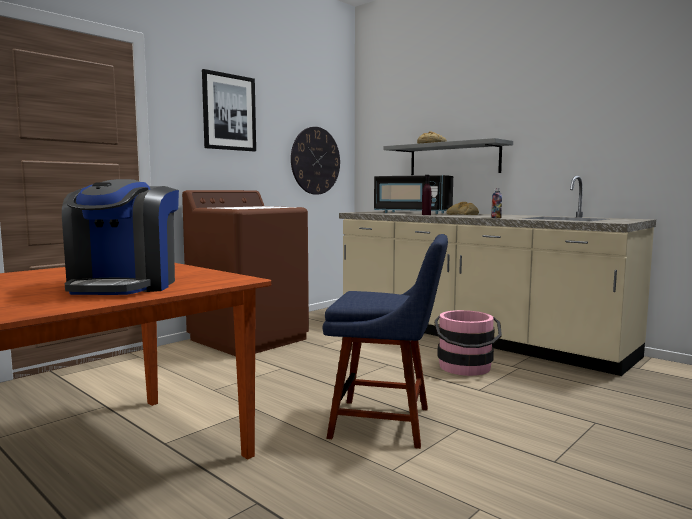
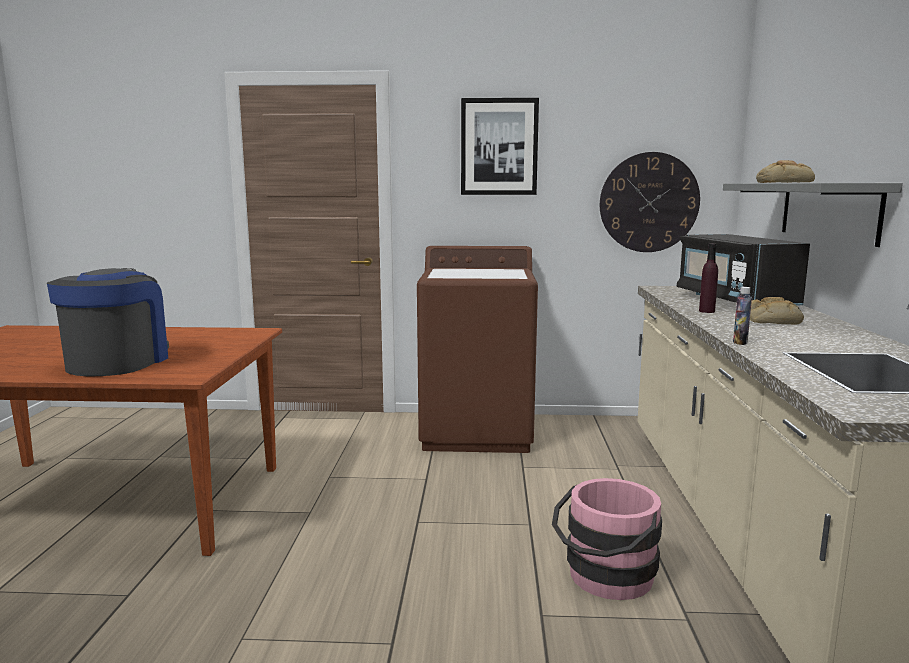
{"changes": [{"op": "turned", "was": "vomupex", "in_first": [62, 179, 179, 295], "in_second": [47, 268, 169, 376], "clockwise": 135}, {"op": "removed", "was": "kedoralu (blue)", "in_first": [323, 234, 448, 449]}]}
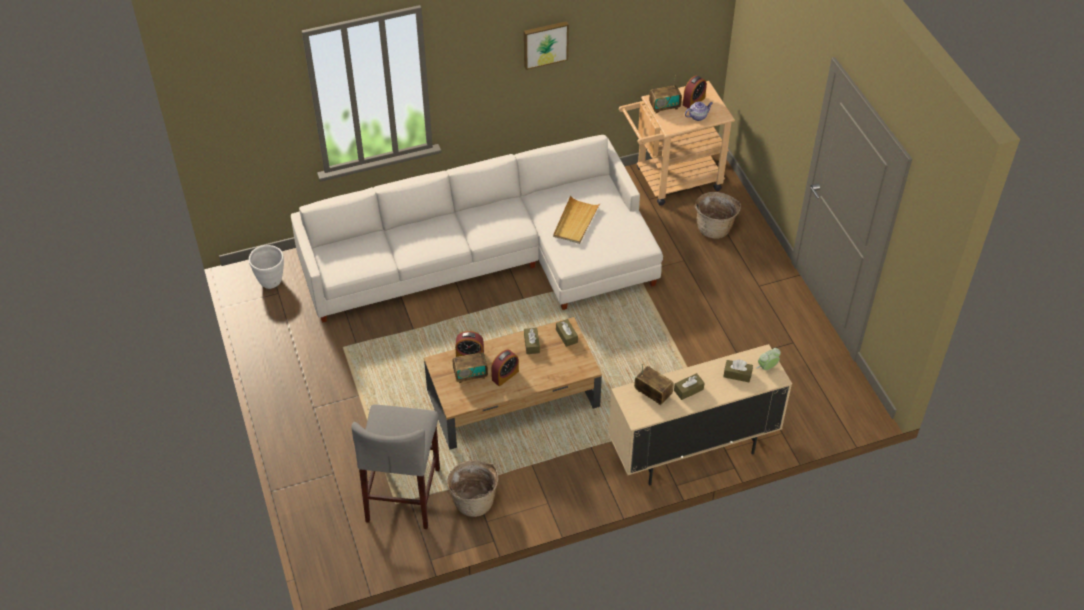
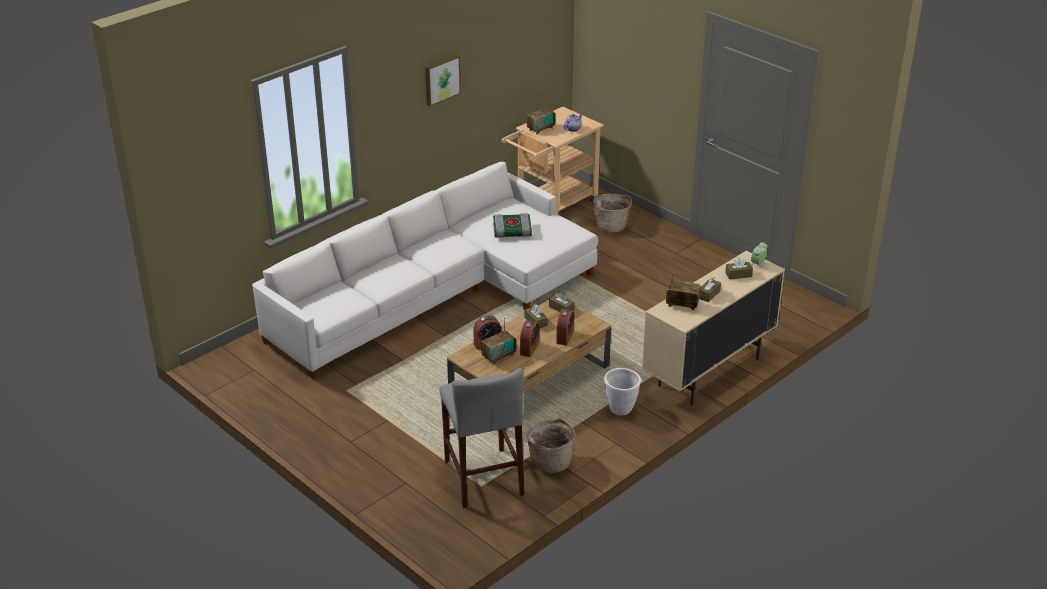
{"changes": [{"op": "moved", "was": "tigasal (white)", "in_first": [249, 245, 284, 289], "in_second": [604, 368, 641, 415]}, {"op": "replaced", "was": "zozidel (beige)", "now": "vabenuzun", "in_first": [553, 196, 600, 244], "in_second": [493, 213, 532, 238]}, {"op": "moved", "was": "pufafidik", "in_first": [683, 76, 707, 108], "in_second": [556, 308, 574, 346]}]}
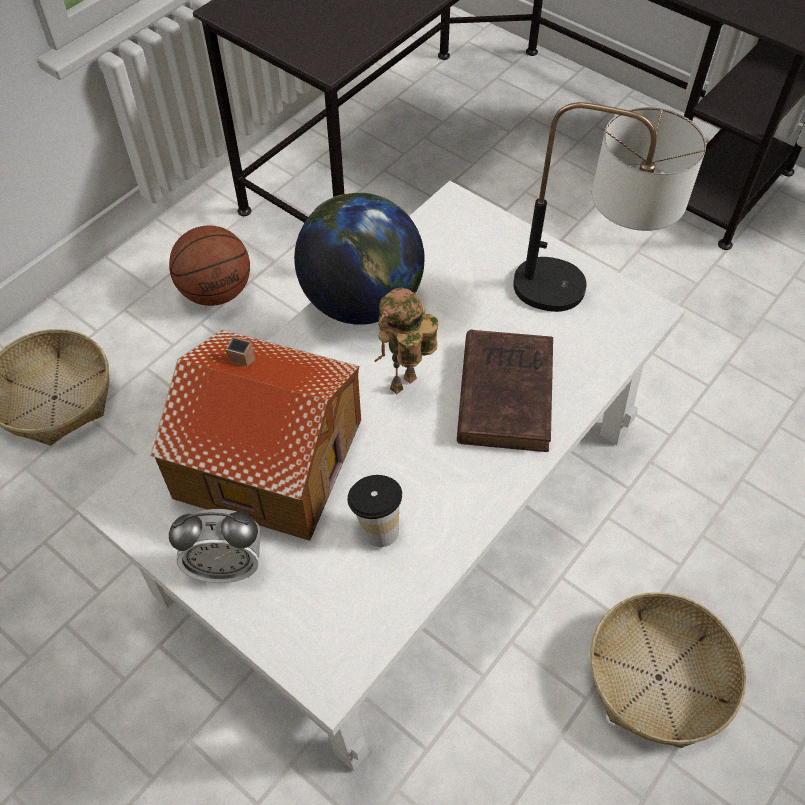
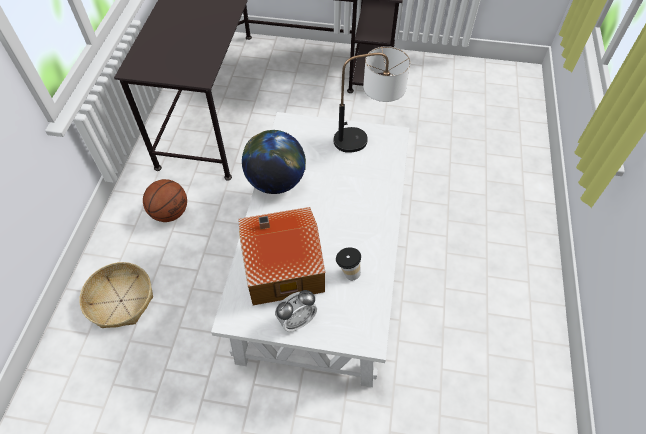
{"changes": [{"op": "removed", "was": "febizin", "in_first": [374, 288, 439, 394]}, {"op": "removed", "was": "vabenuzun (brown)", "in_first": [457, 330, 553, 452]}, {"op": "removed", "was": "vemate", "in_first": [590, 592, 746, 748]}]}
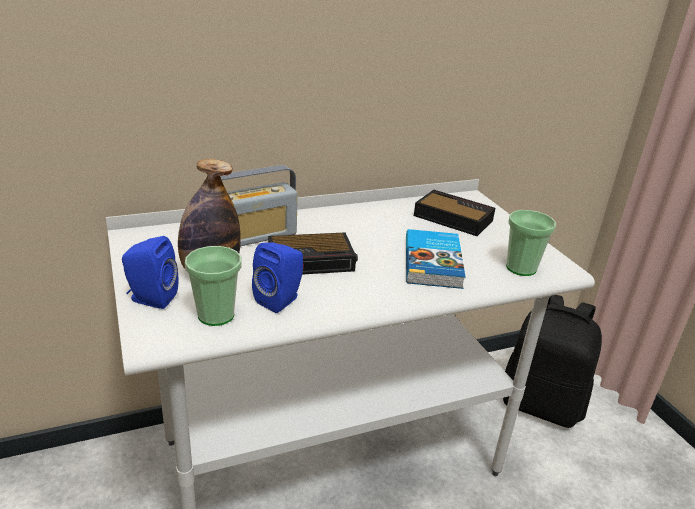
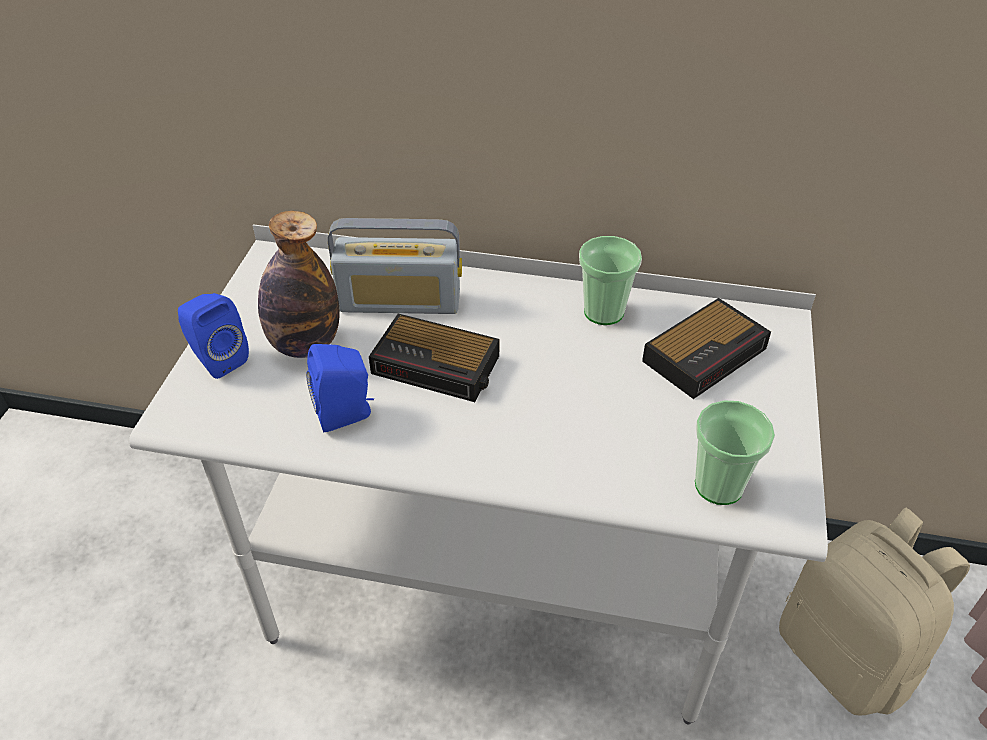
{"changes": [{"op": "moved", "was": "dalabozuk", "in_first": [185, 246, 241, 326], "in_second": [579, 236, 642, 325]}, {"op": "removed", "was": "vabenuzun", "in_first": [406, 229, 465, 289]}, {"op": "turned", "was": "pufafidik", "in_first": [414, 190, 495, 236], "in_second": [642, 298, 771, 399], "clockwise": 75}, {"op": "recoloured", "was": "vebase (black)", "now": "vebase (beige)", "in_first": [503, 295, 602, 428], "in_second": [779, 508, 970, 716]}]}
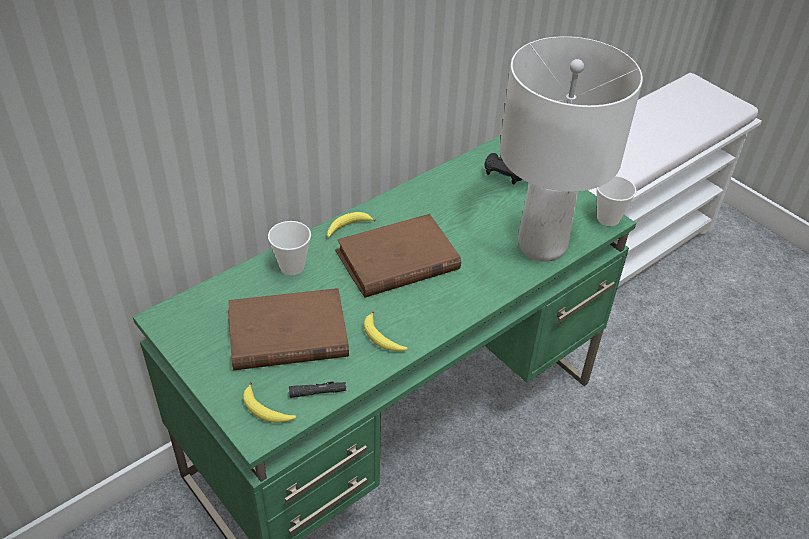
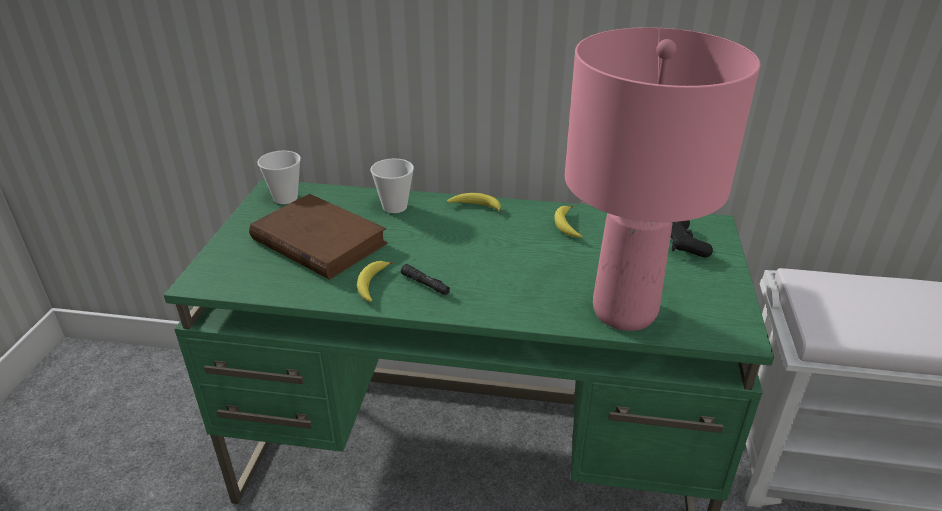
{"changes": [{"op": "moved", "was": "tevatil", "in_first": [243, 382, 296, 422], "in_second": [554, 205, 582, 238]}, {"op": "moved", "was": "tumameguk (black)", "in_first": [289, 381, 346, 398], "in_second": [401, 264, 450, 295]}, {"op": "removed", "was": "vabenuzun (brown)", "in_first": [335, 214, 461, 298]}, {"op": "recoloured", "was": "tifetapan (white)", "now": "tifetapan (pink)", "in_first": [500, 36, 643, 262], "in_second": [565, 27, 760, 331]}, {"op": "moved", "was": "dalabozuk", "in_first": [597, 176, 636, 226], "in_second": [257, 151, 301, 204]}]}
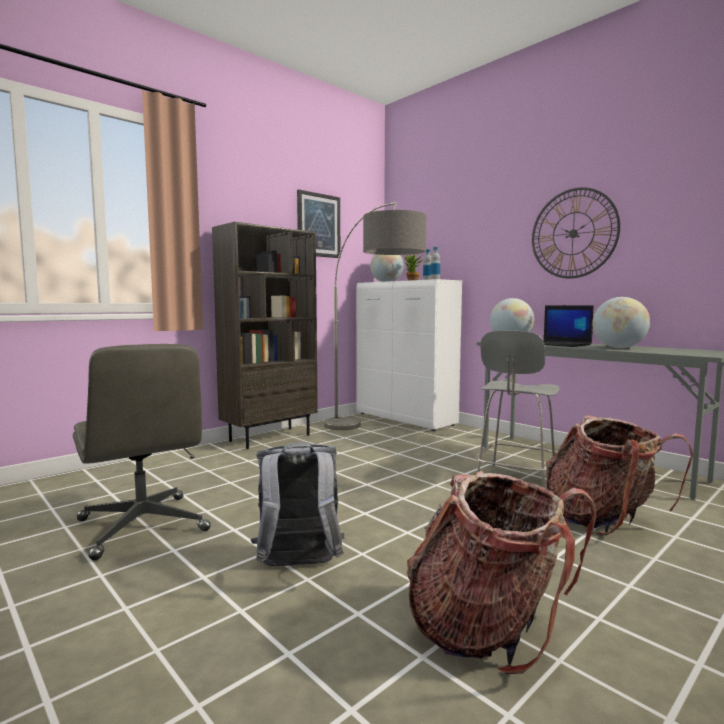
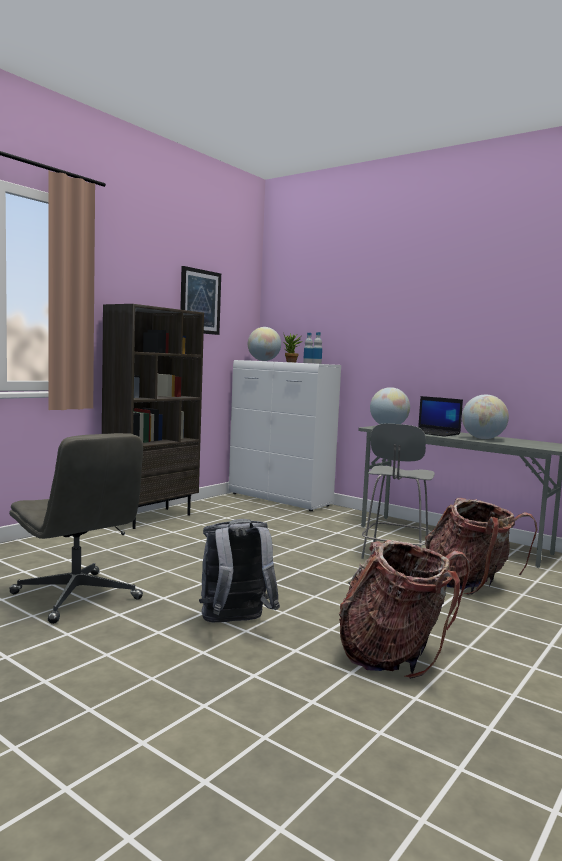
{"changes": [{"op": "removed", "was": "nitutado", "in_first": [324, 202, 426, 430]}, {"op": "removed", "was": "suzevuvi", "in_first": [532, 187, 620, 278]}]}
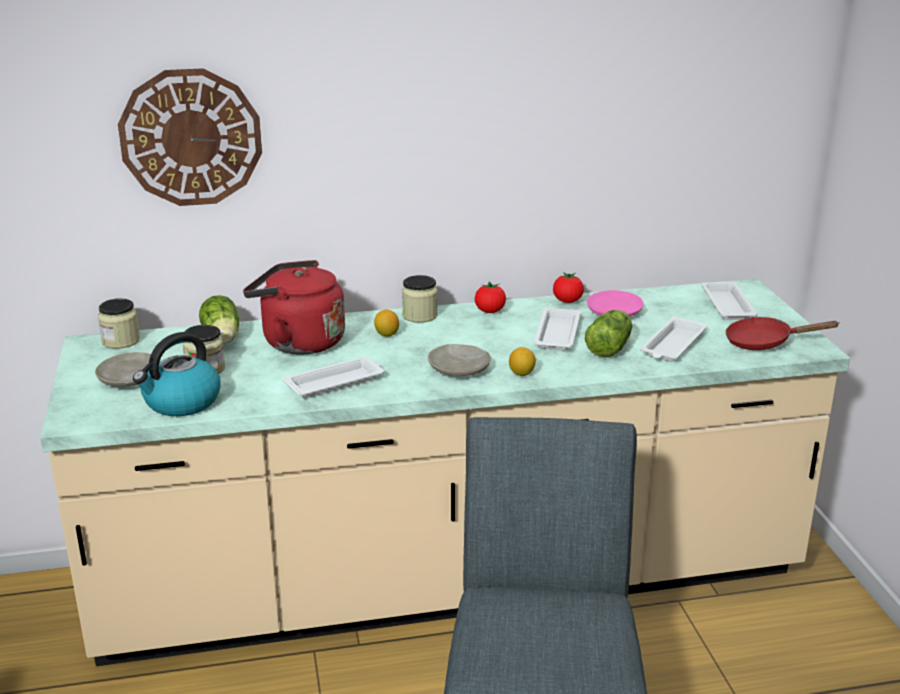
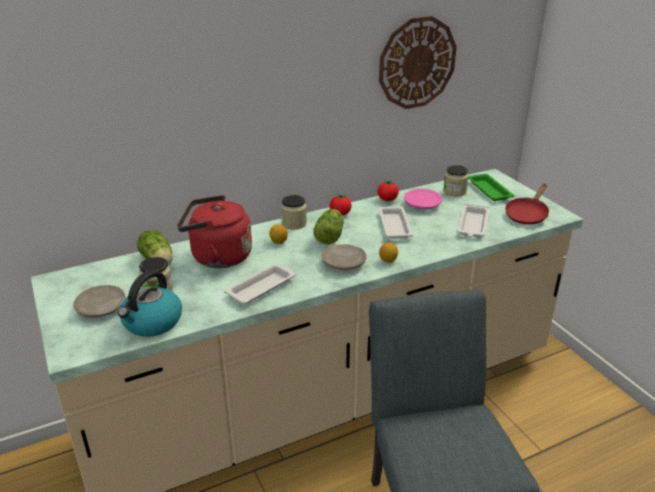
{"changes": [{"op": "moved", "was": "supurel", "in_first": [98, 298, 140, 349], "in_second": [443, 165, 469, 196]}, {"op": "moved", "was": "suzevuvi", "in_first": [118, 68, 262, 206], "in_second": [379, 16, 457, 109]}, {"op": "moved", "was": "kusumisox", "in_first": [585, 310, 632, 357], "in_second": [313, 209, 344, 244]}, {"op": "recoloured", "was": "zozidel (white)", "now": "zozidel (green)", "in_first": [701, 282, 758, 320], "in_second": [468, 174, 514, 201]}, {"op": "turned", "was": "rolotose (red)", "in_first": [725, 317, 840, 350], "in_second": [505, 184, 549, 225], "clockwise": -45}]}
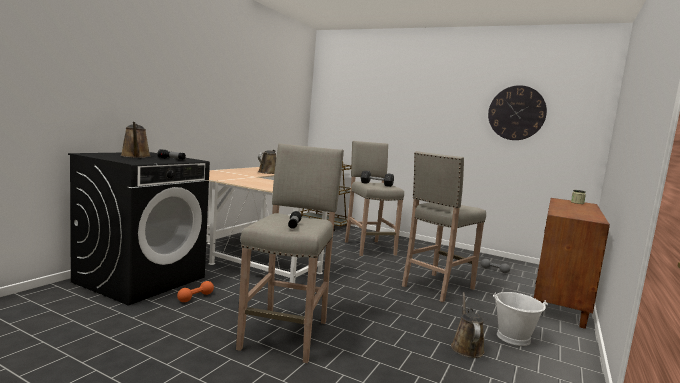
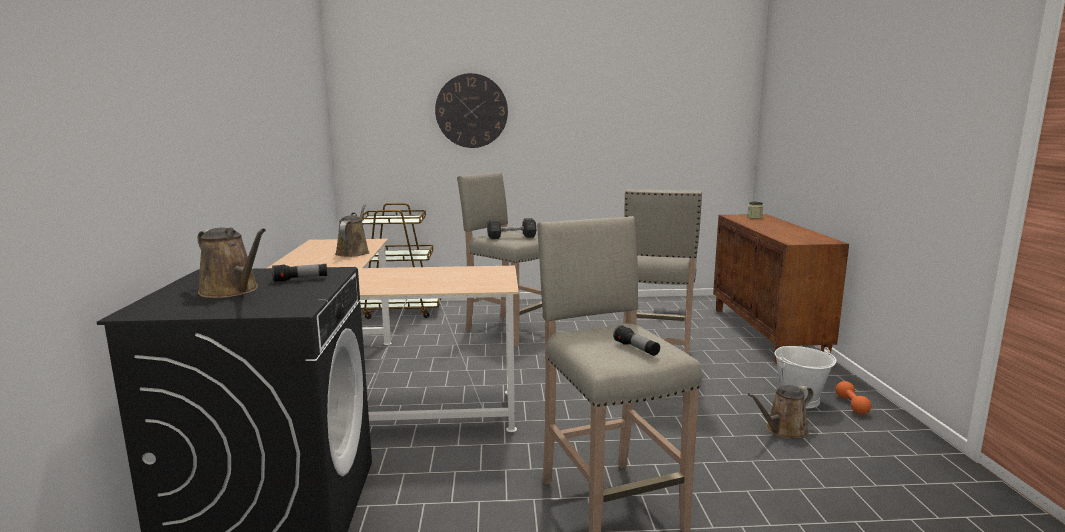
{"changes": [{"op": "moved", "was": "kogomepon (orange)", "in_first": [177, 281, 214, 302], "in_second": [836, 381, 871, 414]}, {"op": "turned", "was": "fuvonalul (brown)", "in_first": [451, 292, 485, 358], "in_second": [748, 385, 813, 438], "clockwise": -90}, {"op": "moved", "was": "suzevuvi", "in_first": [488, 85, 547, 140], "in_second": [435, 73, 508, 148]}]}
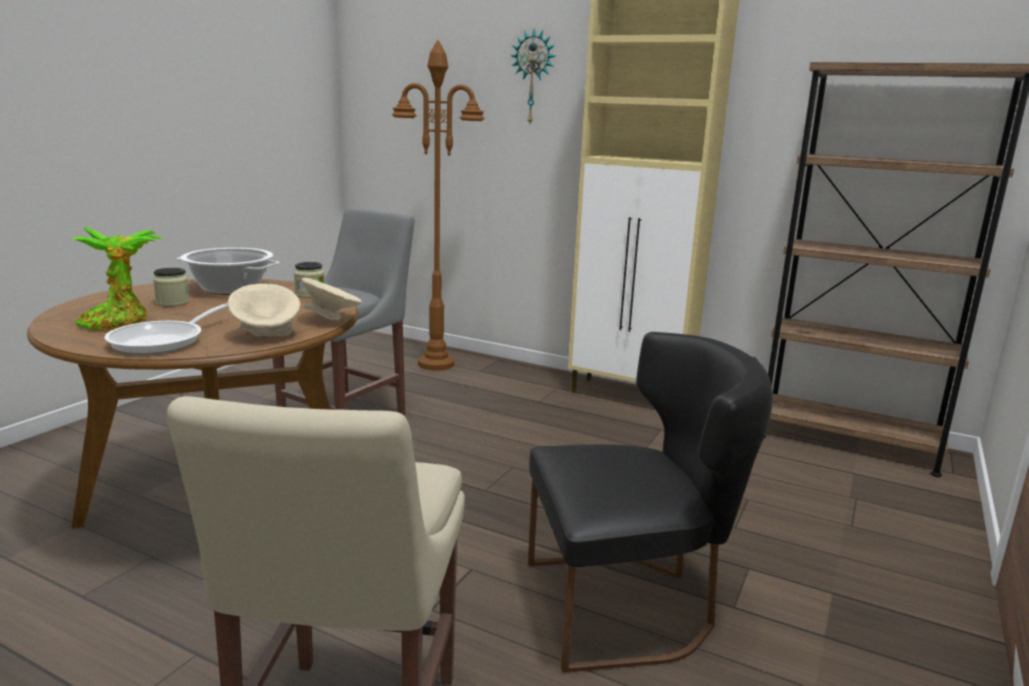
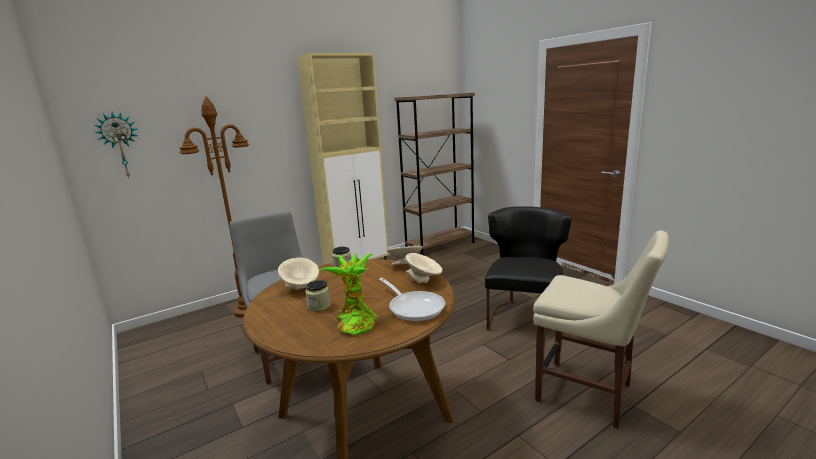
{"changes": [{"op": "replaced", "was": "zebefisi", "now": "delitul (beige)", "in_first": [176, 248, 280, 295], "in_second": [278, 258, 319, 290]}, {"op": "moved", "was": "suzevuvi", "in_first": [511, 28, 555, 123], "in_second": [94, 112, 137, 178]}]}
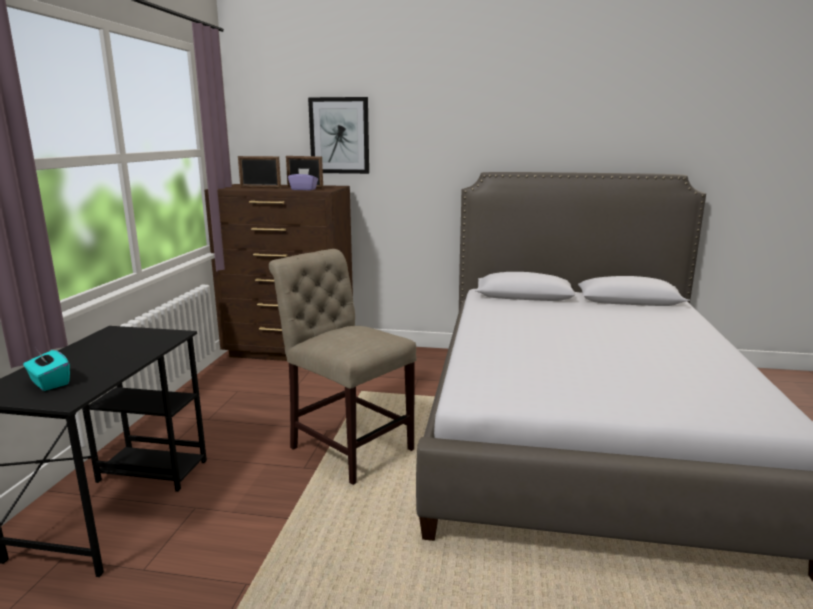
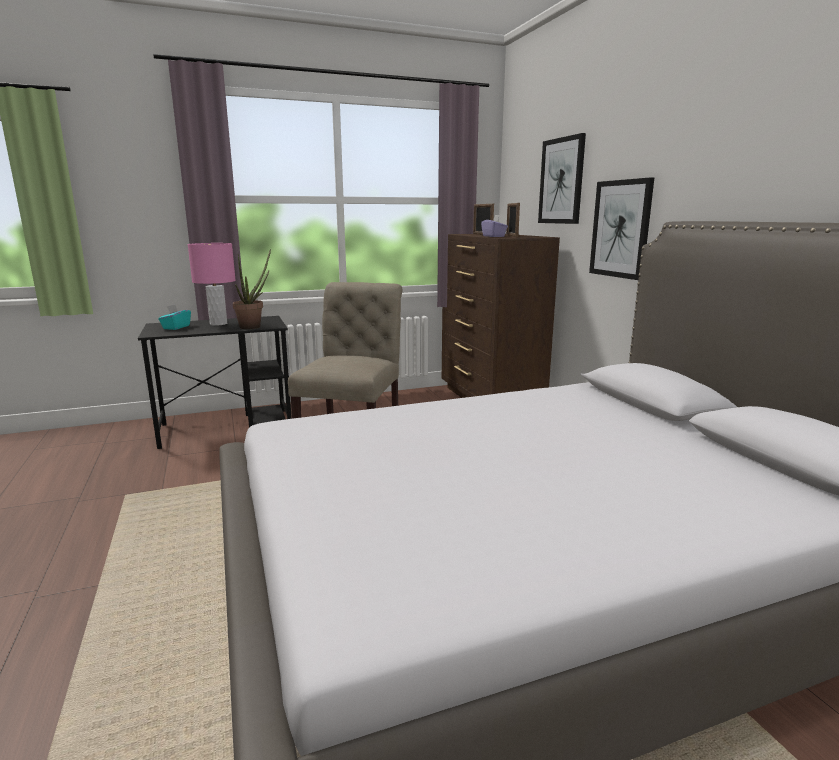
{"changes": [{"op": "added", "now": "tifetapan (pink)", "in_second": [188, 243, 236, 326]}, {"op": "added", "now": "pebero", "in_second": [233, 249, 271, 329]}, {"op": "added", "now": "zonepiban", "in_second": [589, 177, 654, 280]}]}
